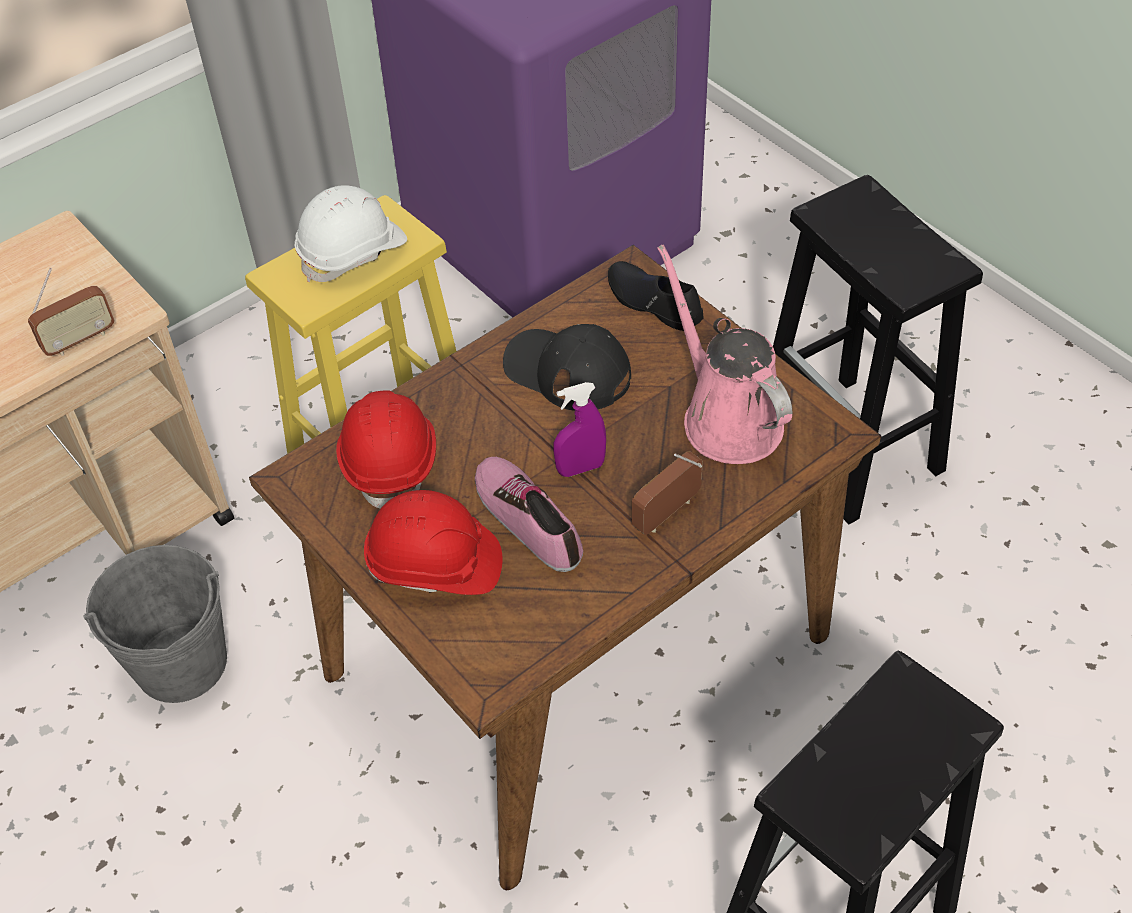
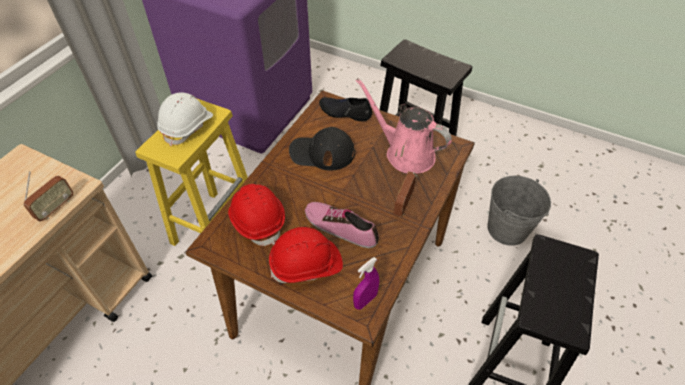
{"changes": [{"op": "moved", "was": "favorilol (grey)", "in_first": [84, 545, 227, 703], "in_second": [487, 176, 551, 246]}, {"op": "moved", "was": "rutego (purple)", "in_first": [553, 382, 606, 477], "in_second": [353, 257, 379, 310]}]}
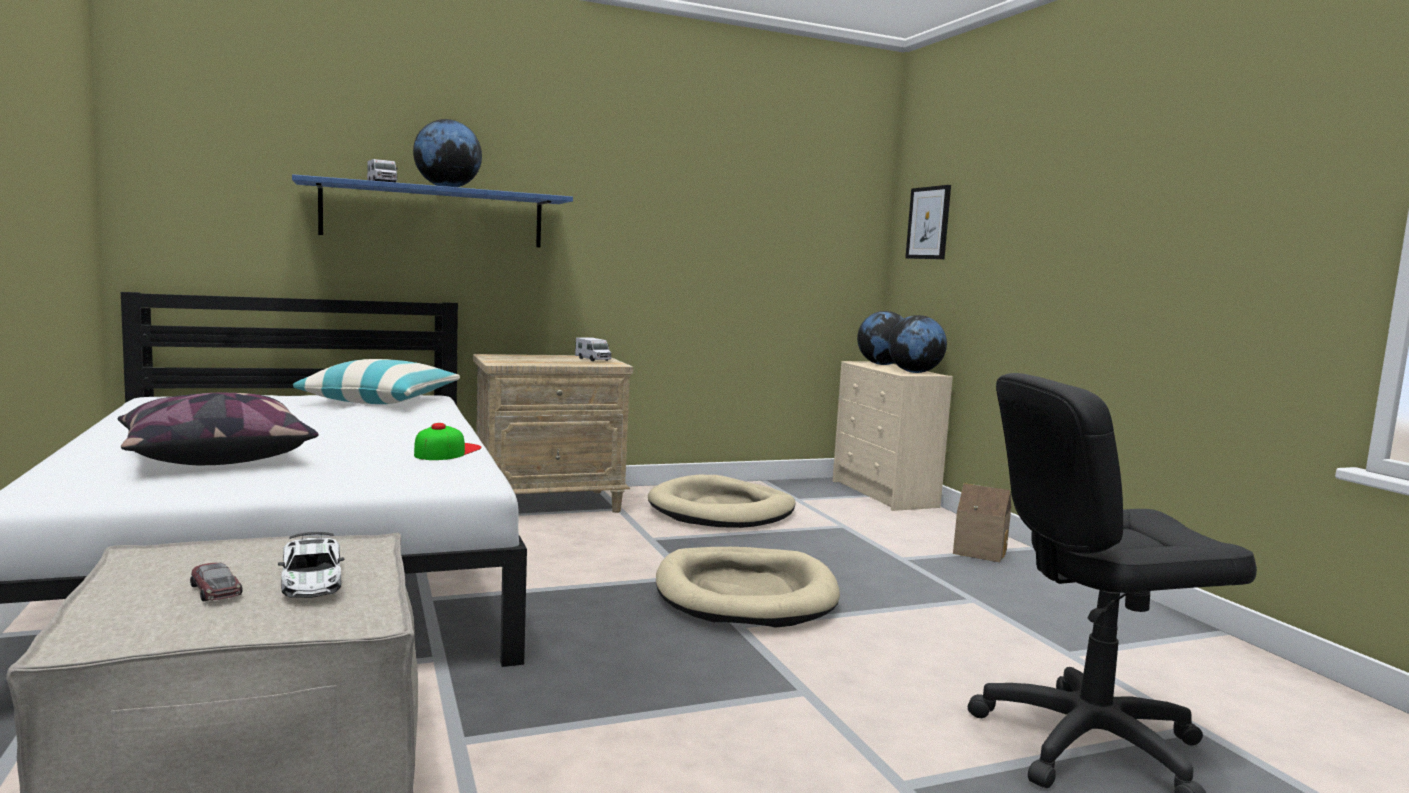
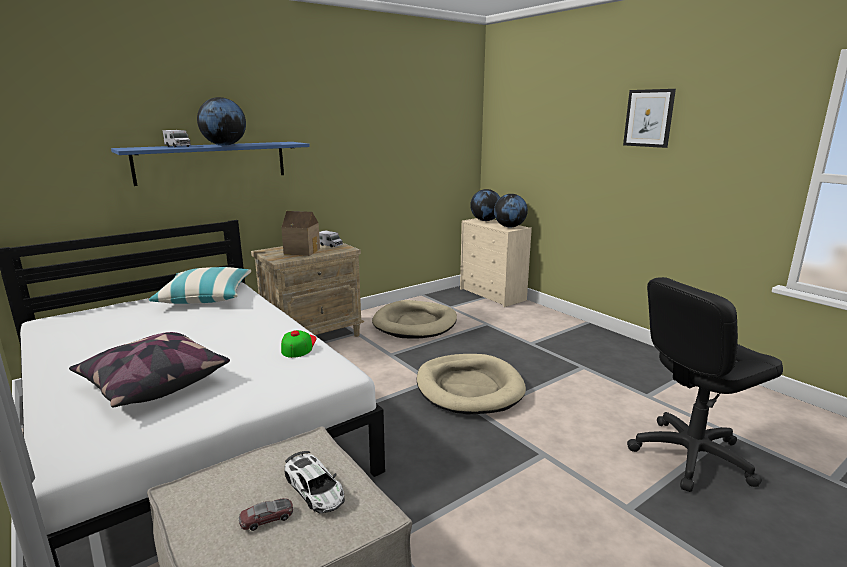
{"changes": [{"op": "turned", "was": "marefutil", "in_first": [190, 563, 242, 602], "in_second": [239, 498, 293, 531], "clockwise": -60}, {"op": "moved", "was": "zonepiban", "in_first": [905, 185, 951, 259], "in_second": [623, 89, 676, 148]}, {"op": "moved", "was": "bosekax", "in_first": [953, 483, 1011, 562], "in_second": [281, 211, 320, 256]}]}
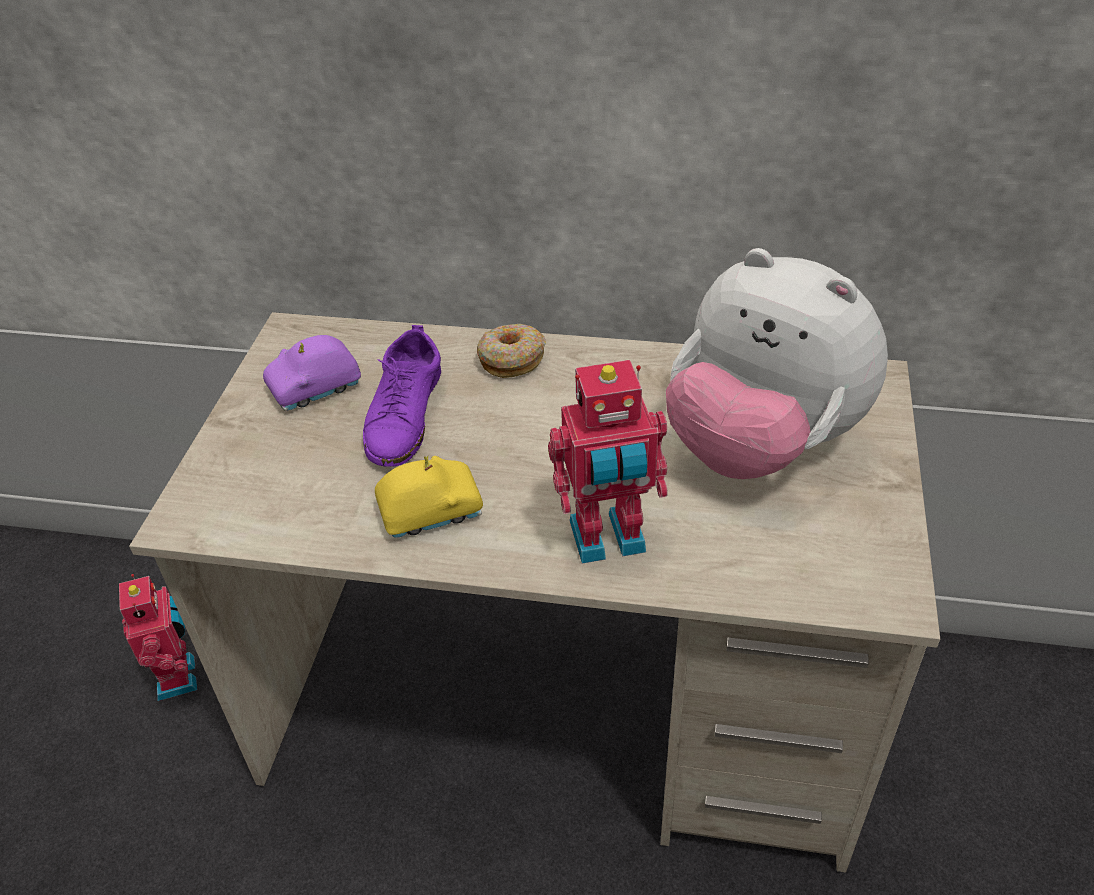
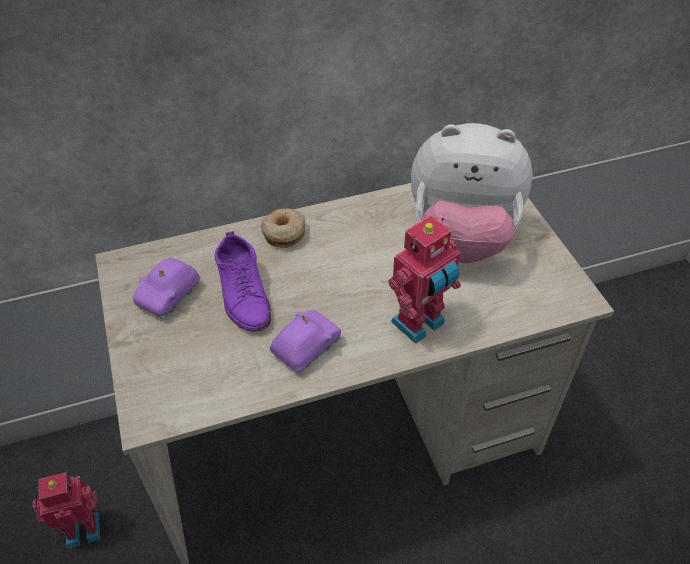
{"changes": [{"op": "turned", "was": "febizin", "in_first": [119, 574, 197, 701], "in_second": [33, 472, 101, 548], "clockwise": -60}, {"op": "recoloured", "was": "marefutil (yellow)", "now": "marefutil (purple)", "in_first": [375, 456, 483, 538], "in_second": [269, 310, 341, 373]}]}
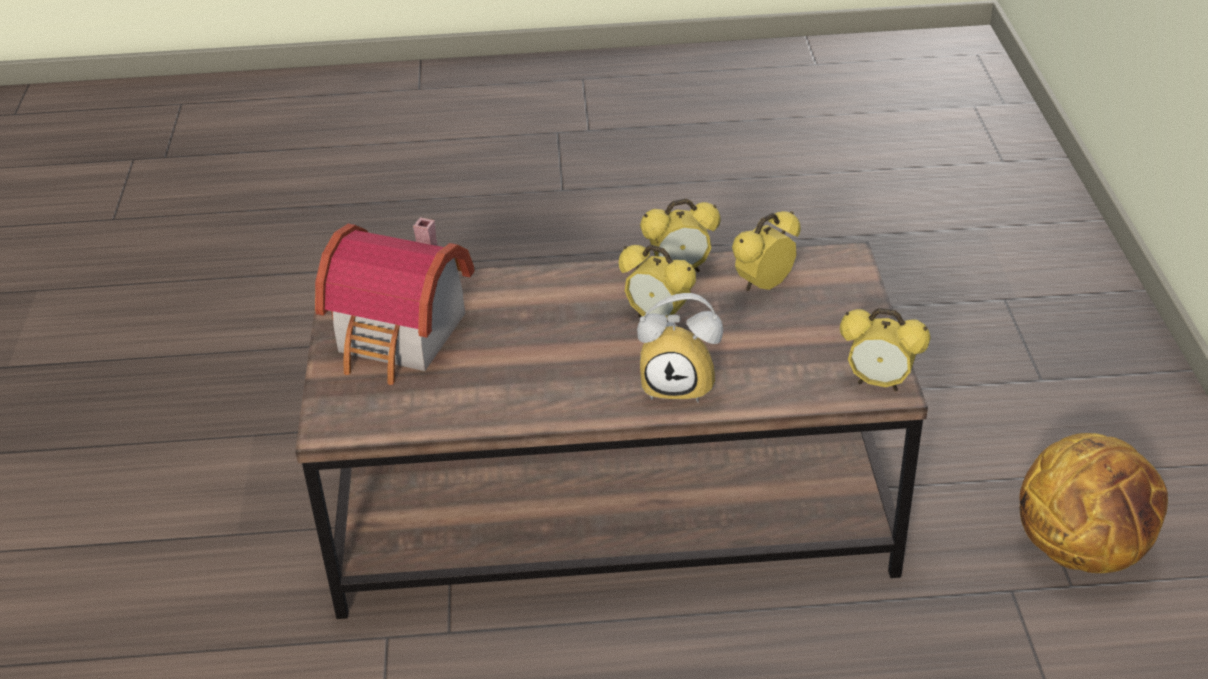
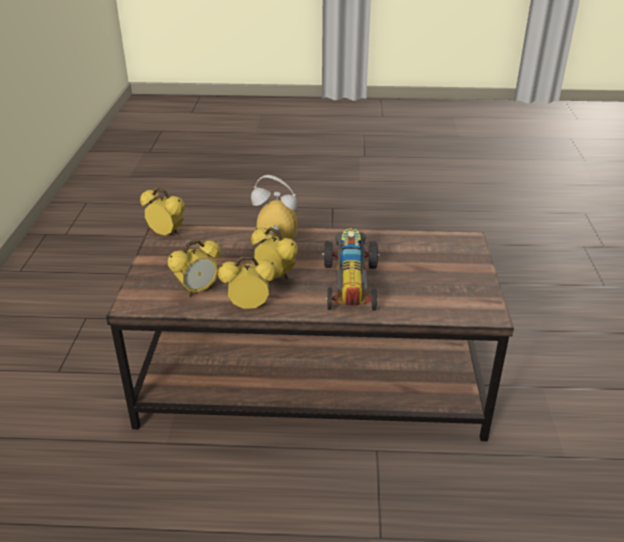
{"changes": [{"op": "removed", "was": "bosekax", "in_first": [315, 217, 475, 385]}, {"op": "removed", "was": "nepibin", "in_first": [1019, 433, 1168, 573]}, {"op": "added", "now": "marefutil", "in_second": [322, 228, 379, 310]}]}
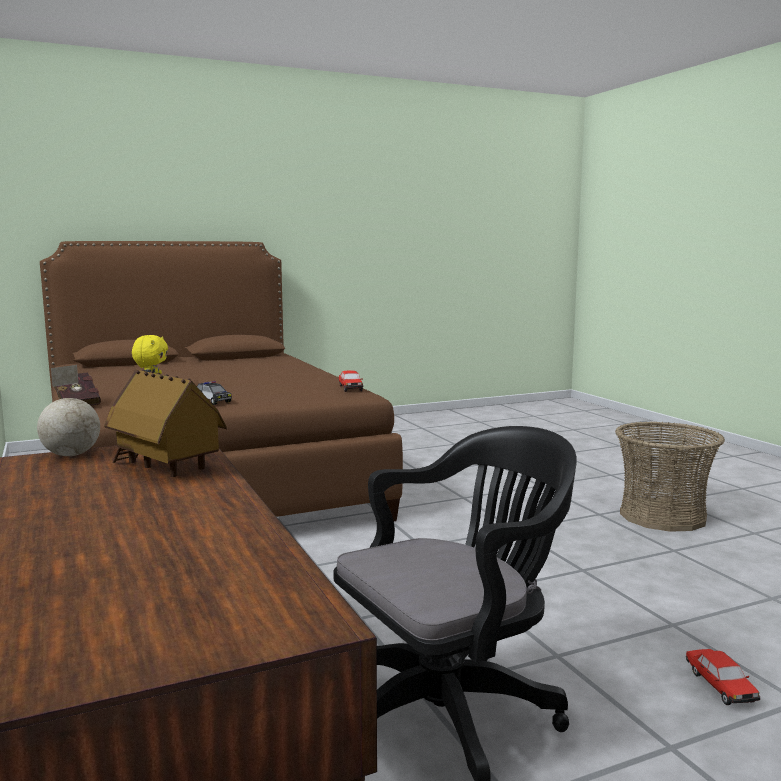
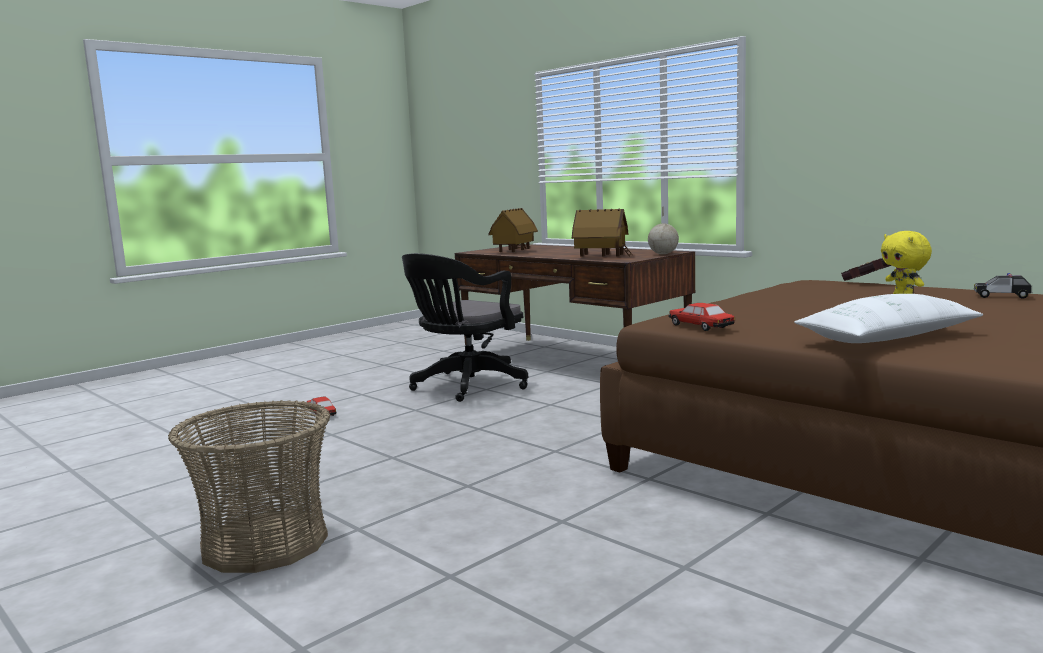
{"changes": [{"op": "moved", "was": "marefutil", "in_first": [197, 381, 232, 405], "in_second": [974, 273, 1033, 299]}, {"op": "added", "now": "bosekax", "in_second": [488, 208, 538, 252]}, {"op": "added", "now": "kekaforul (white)", "in_second": [794, 294, 983, 343]}]}
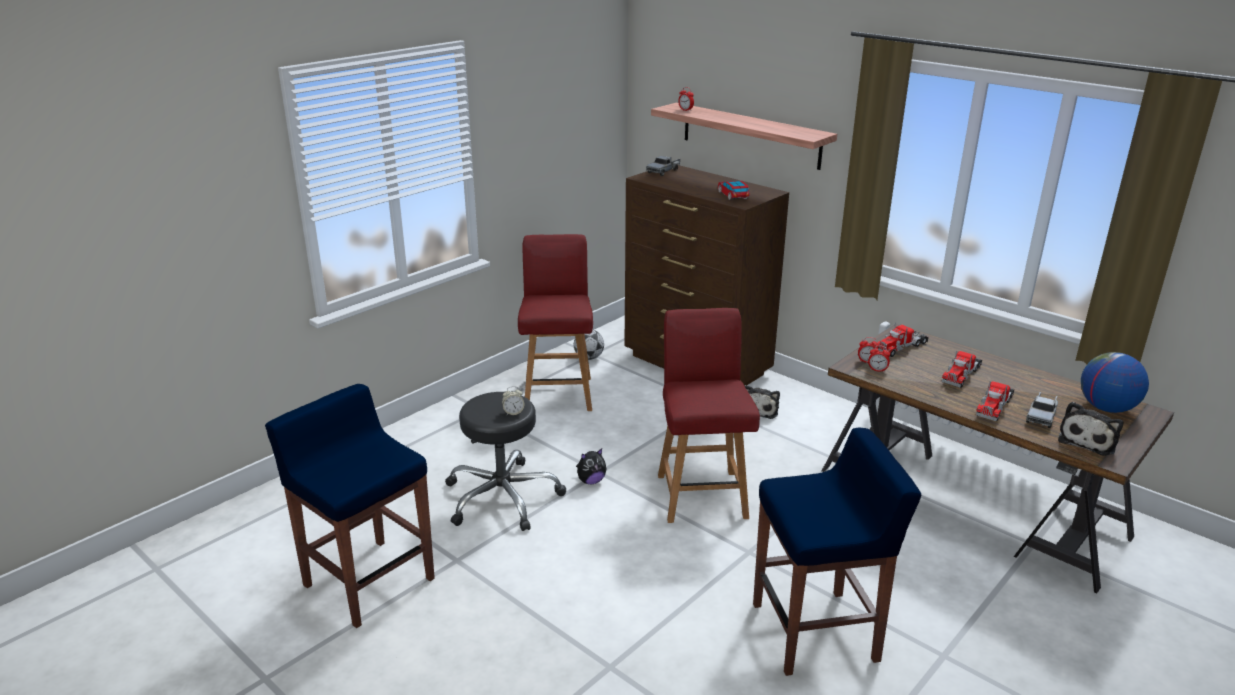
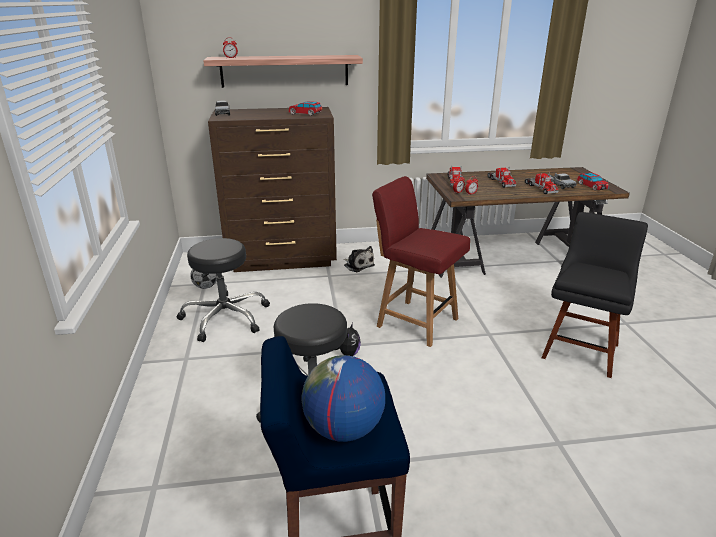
{"changes": [{"op": "removed", "was": "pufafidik", "in_first": [502, 386, 524, 416]}, {"op": "replaced", "was": "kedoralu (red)", "now": "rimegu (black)", "in_first": [518, 234, 593, 411], "in_second": [177, 238, 270, 342]}, {"op": "replaced", "was": "rimegu (blue)", "now": "kedoralu (black)", "in_first": [753, 428, 921, 676], "in_second": [541, 212, 648, 378]}, {"op": "replaced", "was": "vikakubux", "now": "marefutil", "in_first": [1058, 402, 1123, 456], "in_second": [577, 172, 609, 191]}, {"op": "moved", "was": "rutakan", "in_first": [1081, 352, 1149, 413], "in_second": [302, 355, 385, 442]}]}
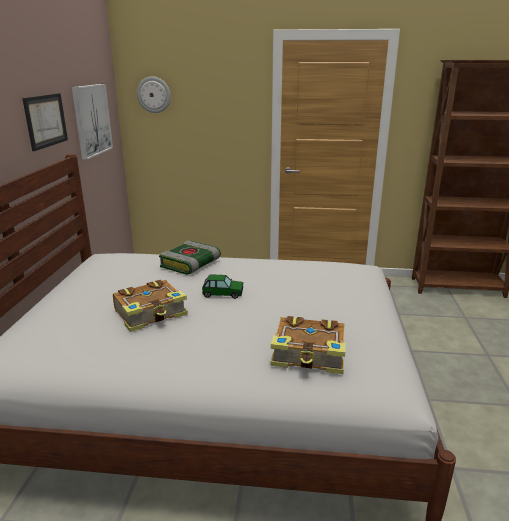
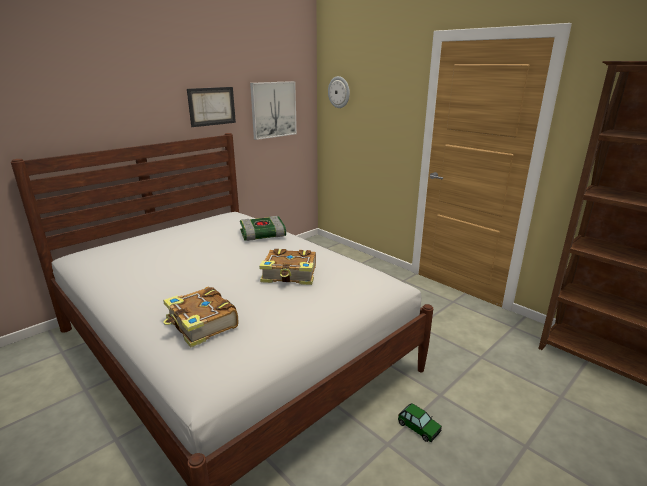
{"changes": [{"op": "moved", "was": "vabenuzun", "in_first": [113, 280, 188, 332], "in_second": [259, 249, 316, 285]}, {"op": "moved", "was": "marefutil", "in_first": [202, 274, 243, 299], "in_second": [398, 403, 442, 442]}]}
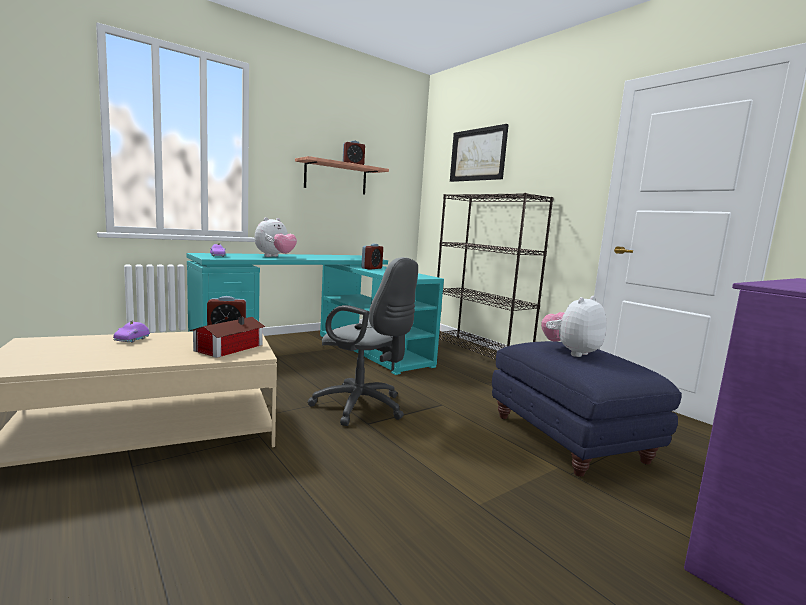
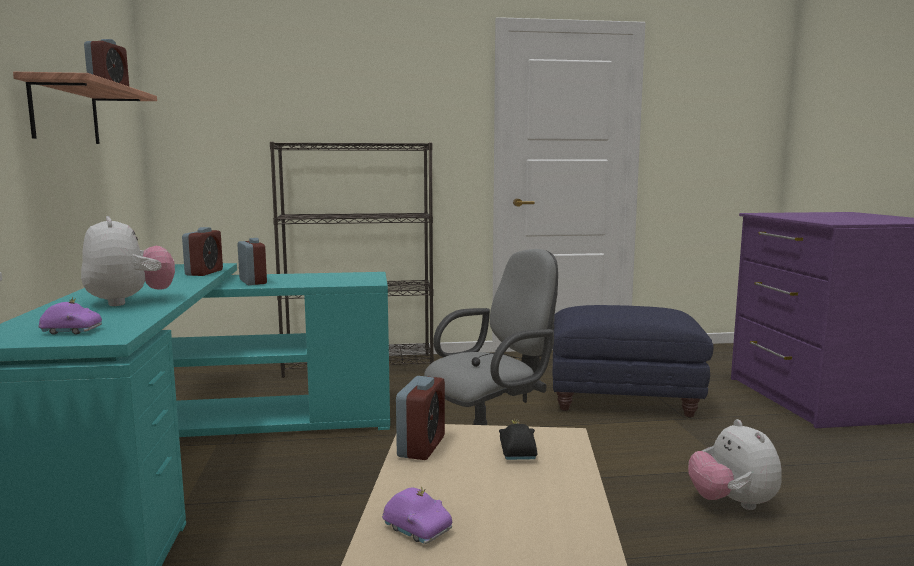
{"changes": [{"op": "replaced", "was": "bosekax", "now": "marefutil (black)", "in_first": [190, 317, 266, 358], "in_second": [499, 418, 538, 460]}, {"op": "removed", "was": "zonepiban", "in_first": [450, 124, 509, 182]}, {"op": "moved", "was": "vikakubux", "in_first": [541, 296, 606, 357], "in_second": [688, 419, 782, 510]}, {"op": "added", "now": "pufafidik", "in_second": [182, 227, 223, 276]}]}
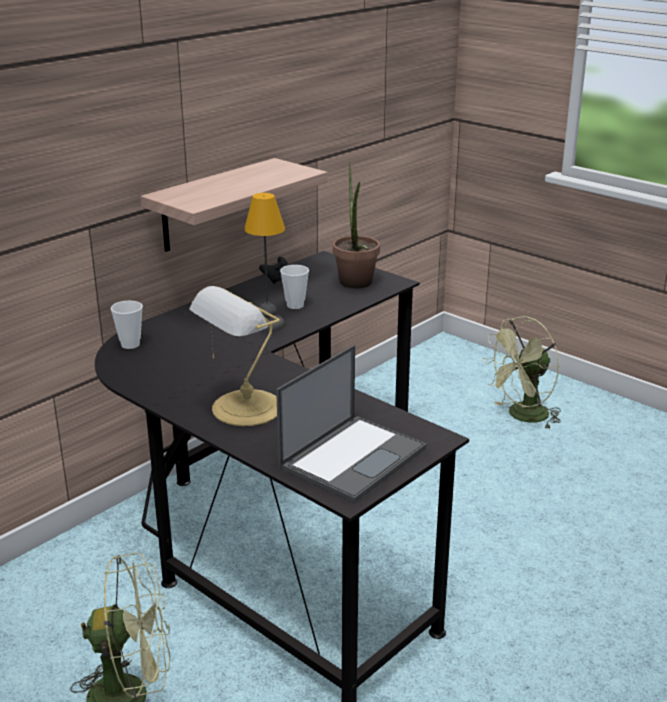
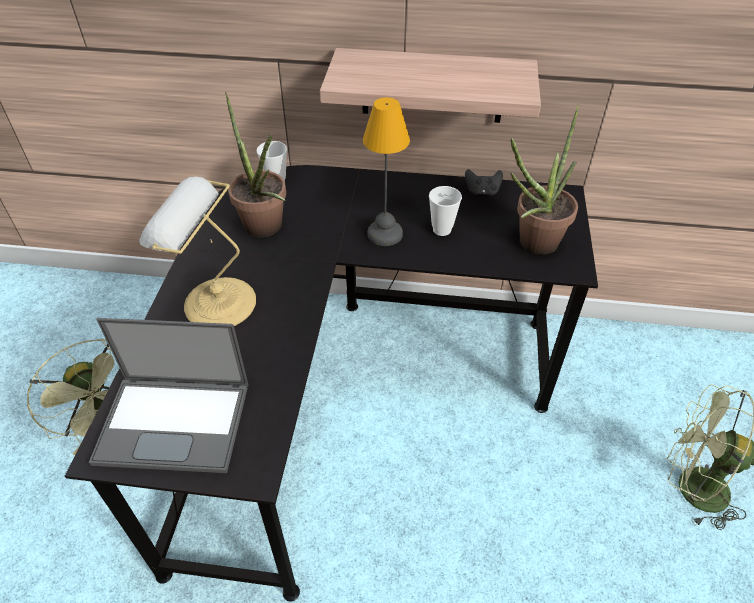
{"changes": [{"op": "added", "now": "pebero", "in_second": [225, 92, 286, 237]}]}
